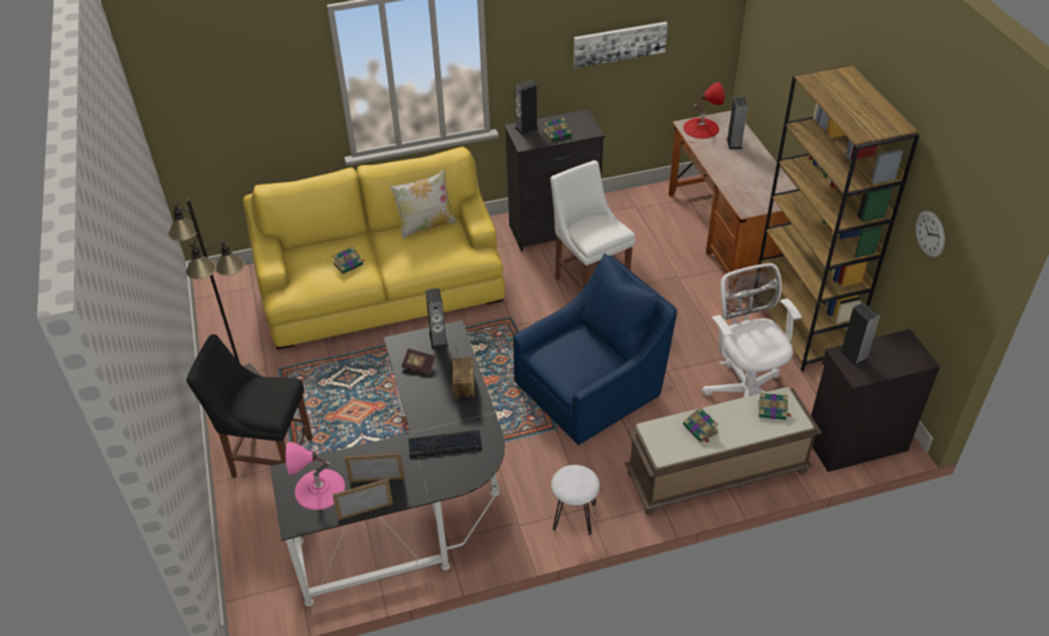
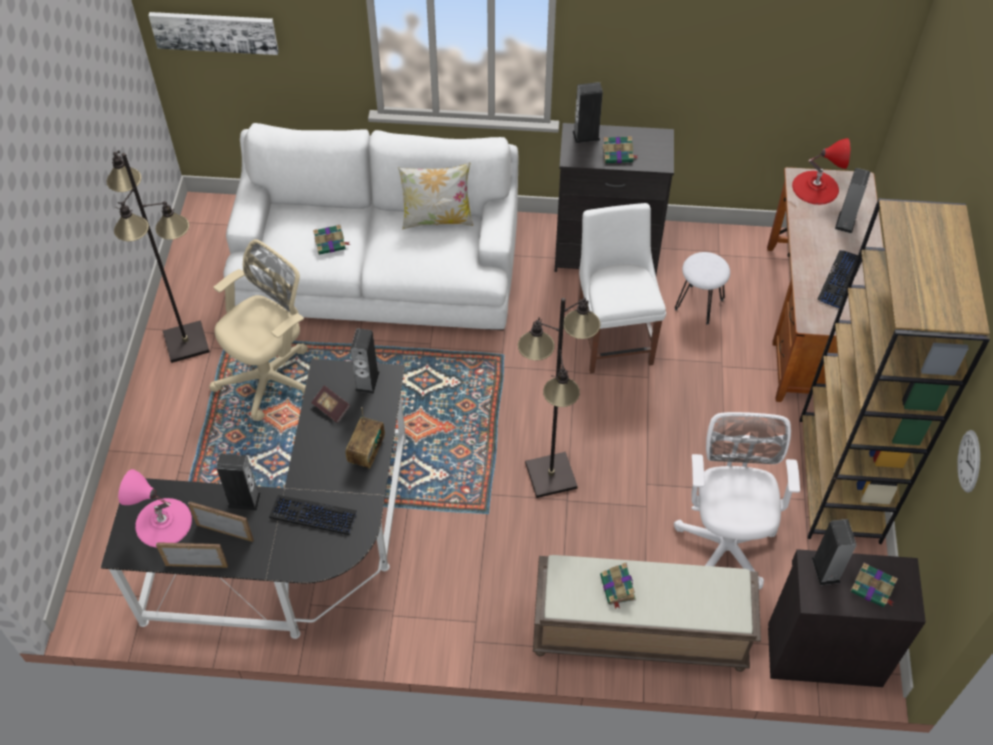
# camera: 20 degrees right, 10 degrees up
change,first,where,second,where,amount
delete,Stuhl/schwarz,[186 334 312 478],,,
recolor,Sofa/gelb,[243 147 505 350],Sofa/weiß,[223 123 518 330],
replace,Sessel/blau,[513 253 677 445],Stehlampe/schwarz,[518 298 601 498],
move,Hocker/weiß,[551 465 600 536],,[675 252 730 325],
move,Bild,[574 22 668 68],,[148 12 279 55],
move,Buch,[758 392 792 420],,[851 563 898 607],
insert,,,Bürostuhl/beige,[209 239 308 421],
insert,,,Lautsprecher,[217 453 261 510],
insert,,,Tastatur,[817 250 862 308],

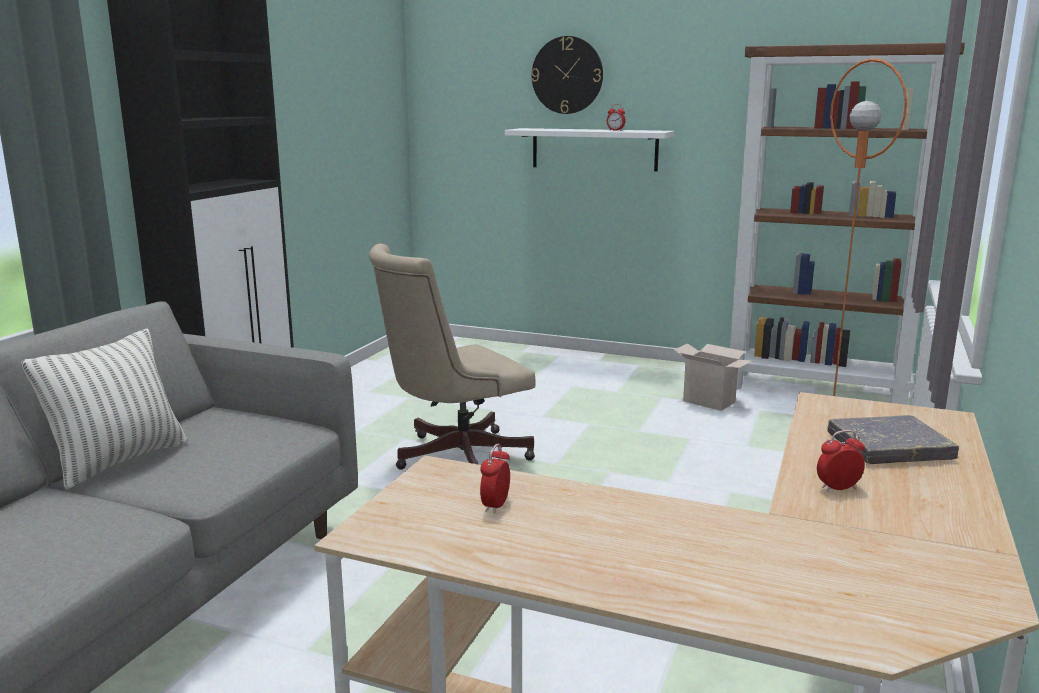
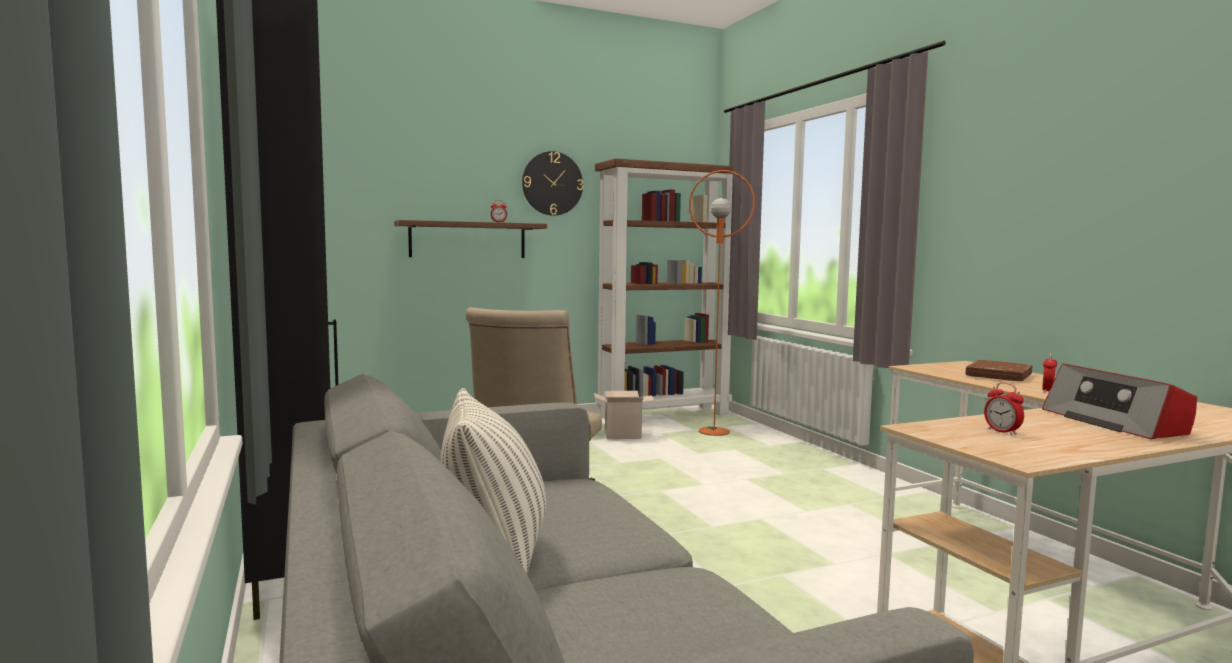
# camera: 45 degrees left, 10 degrees down
change,first,where,second,where,amount
recolor,Wandregal/weiß,[505 128 674 171],Wandregal/braun,[394 220 547 258],
move,Wanduhr,[531 36 603 114],,[522 151 583 216],
recolor,Buch/grau,[827 415 959 464],Buch/braun,[966 360 1032 381],
insert,,,Radio,[1042 364 1197 439],

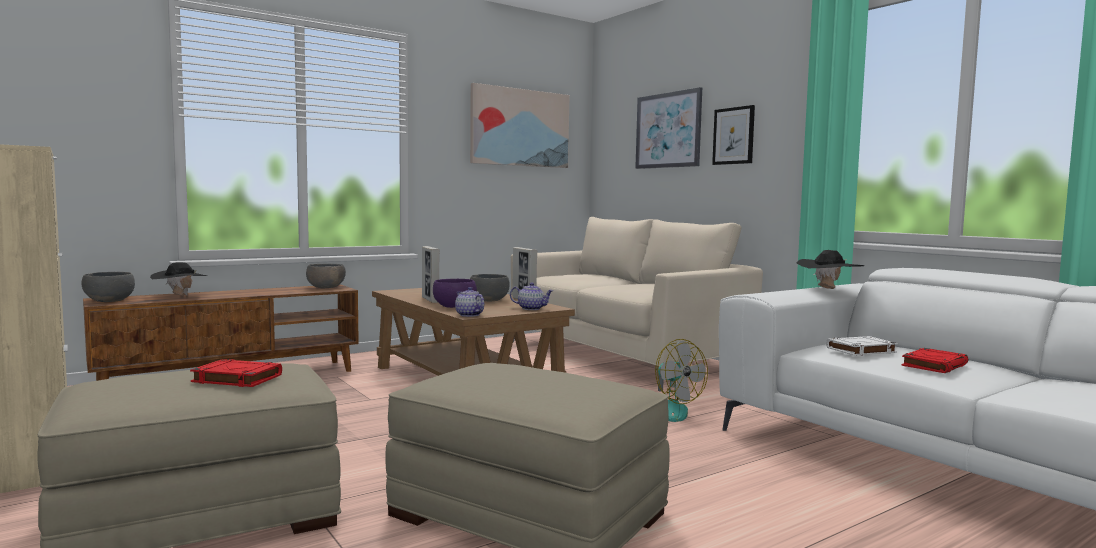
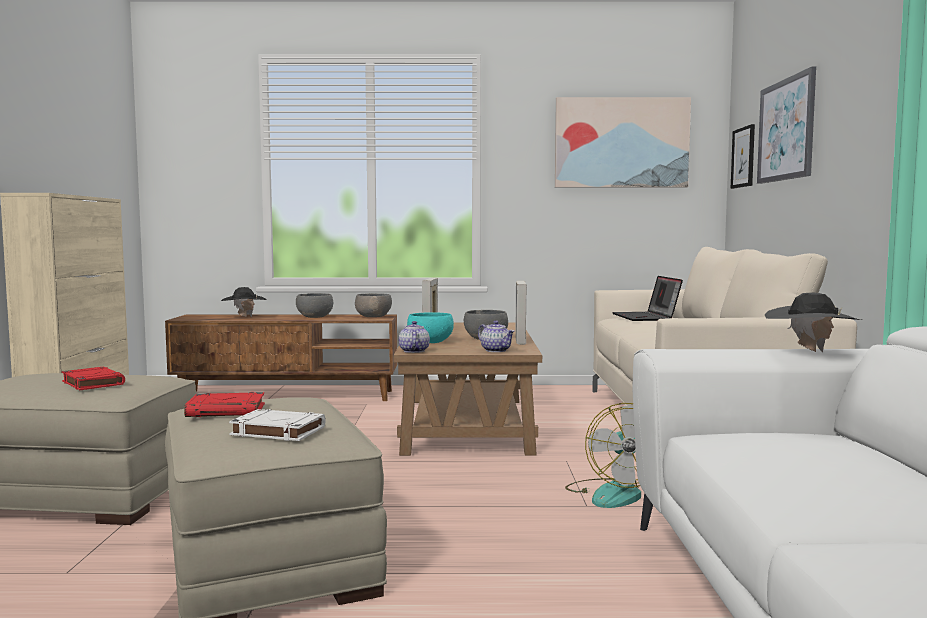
# camera: 35 degrees right, 0 degrees up
change,first,where,second,where,amount
move,Schüssel/grau,[81 272 135 302],,[296 293 333 318],
recolor,Schüssel/lila,[433 279 477 308],Schüssel/türkis,[407 312 454 343],
move,Bild,[712 105 755 165],,[731 124 755 189],
move,Buch/weiß,[826 336 898 356],,[229 409 326 441],
move,Buch/rot,[901 348 968 373],,[184 392 265 417],
insert,,,Laptop,[612 276 683 321],

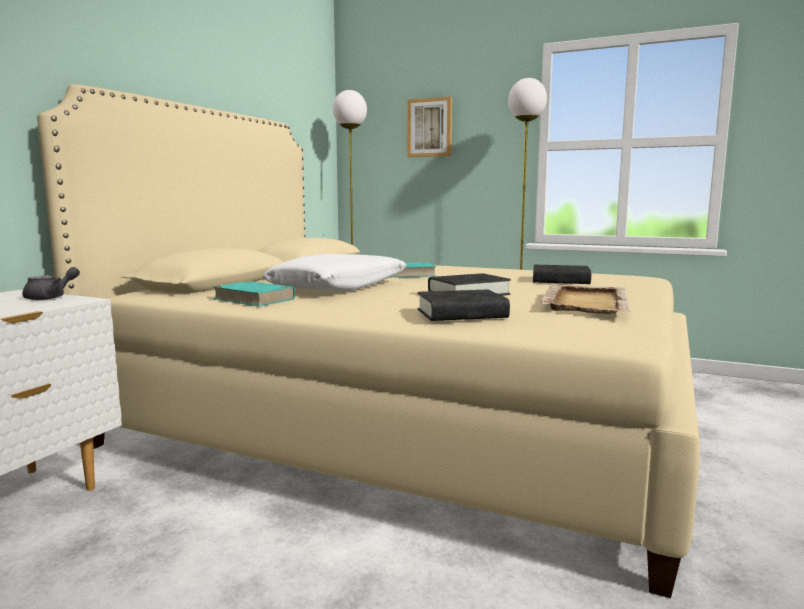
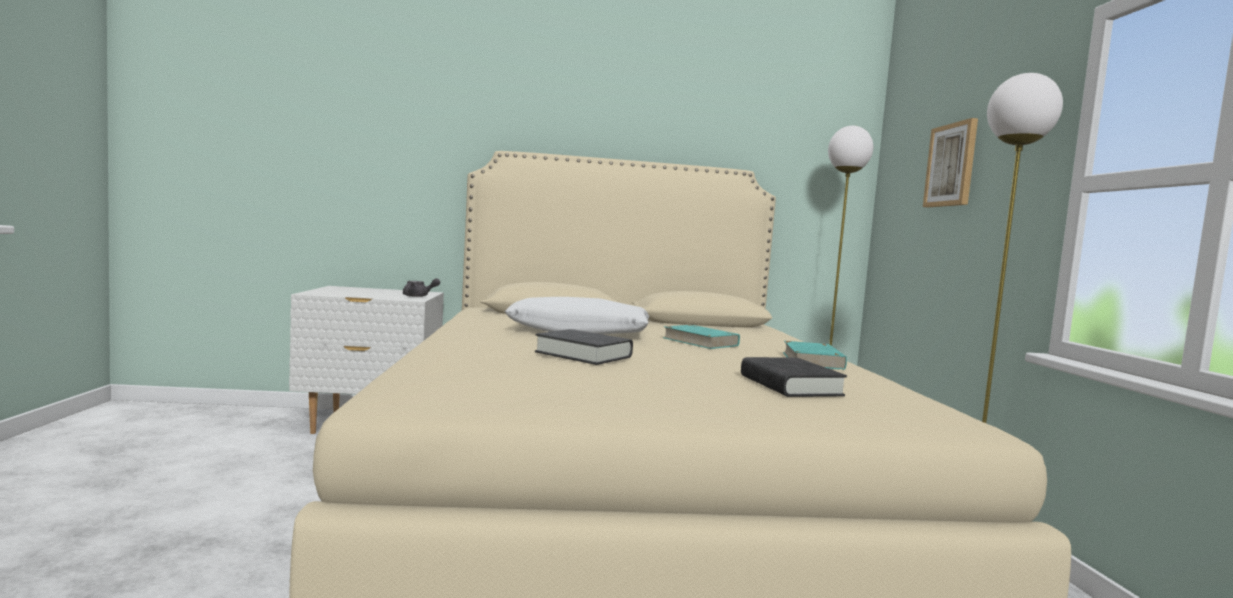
# camera: 60 degrees right, 5 degrees down
change,first,where,second,where,amount
move,Buch/türkis,[212 281 295 306],,[783 341 847 370],
delete,Buch/schwarz,[417 289 510 321],,,
delete,Tablett/beige,[541 284 631 314],,,

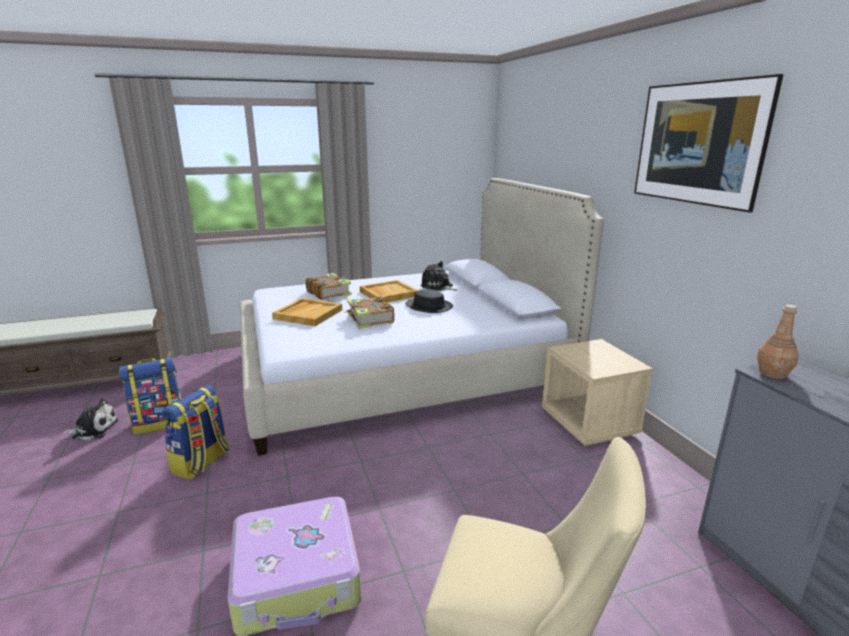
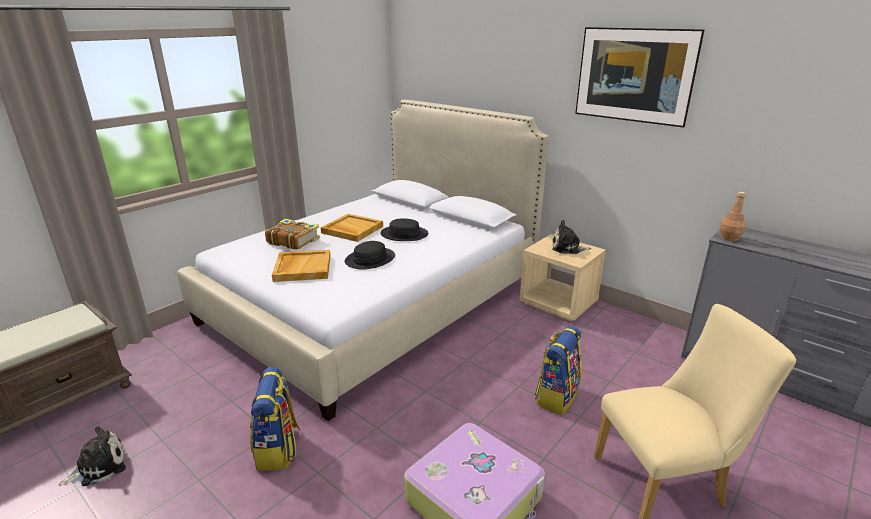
# camera: 30 degrees left, 5 degrees up
change,first,where,second,where,amount
move,Rucksack,[119 358 181 435],,[535 325 582 415],
replace,Buch,[345 296 395 329],Hut/schwarz,[345 241 395 270],
move,Plüschtier,[421 261 457 291],,[552 220 591 254],

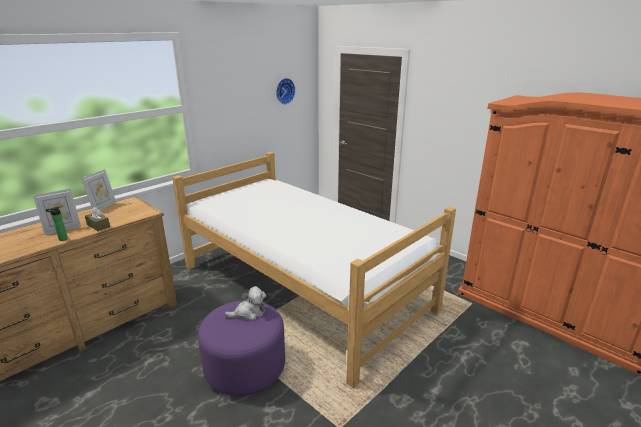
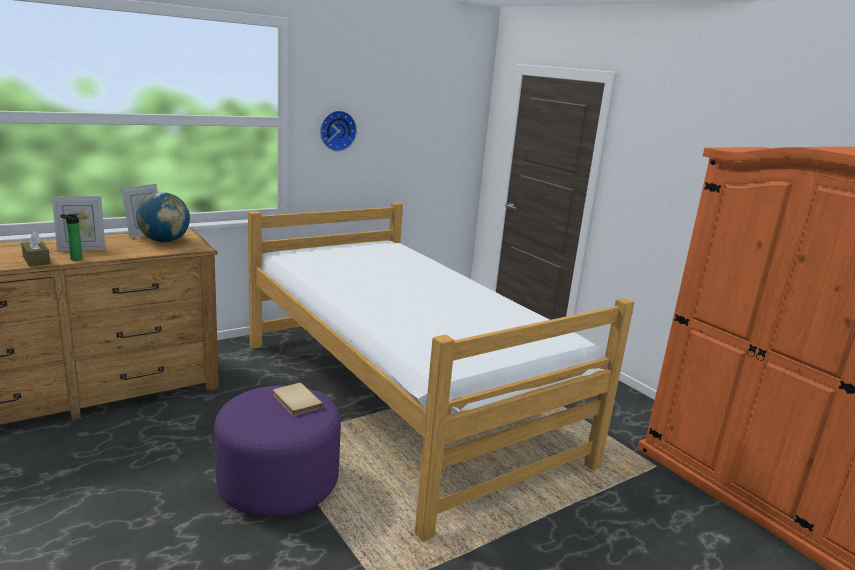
# camera: 10 degrees right, 5 degrees down
change,first,where,second,where,amount
move,Taschentuchbox/braun,[85 207 110 231],,[21 232 50 267],
replace,Plüschtier,[225 286 266 320],Buch/beige,[273 382 323 416],
move,Wanduhr,[276 78 295 104],,[320 111 357 152],
insert,,,Globus,[136 192 190 242],

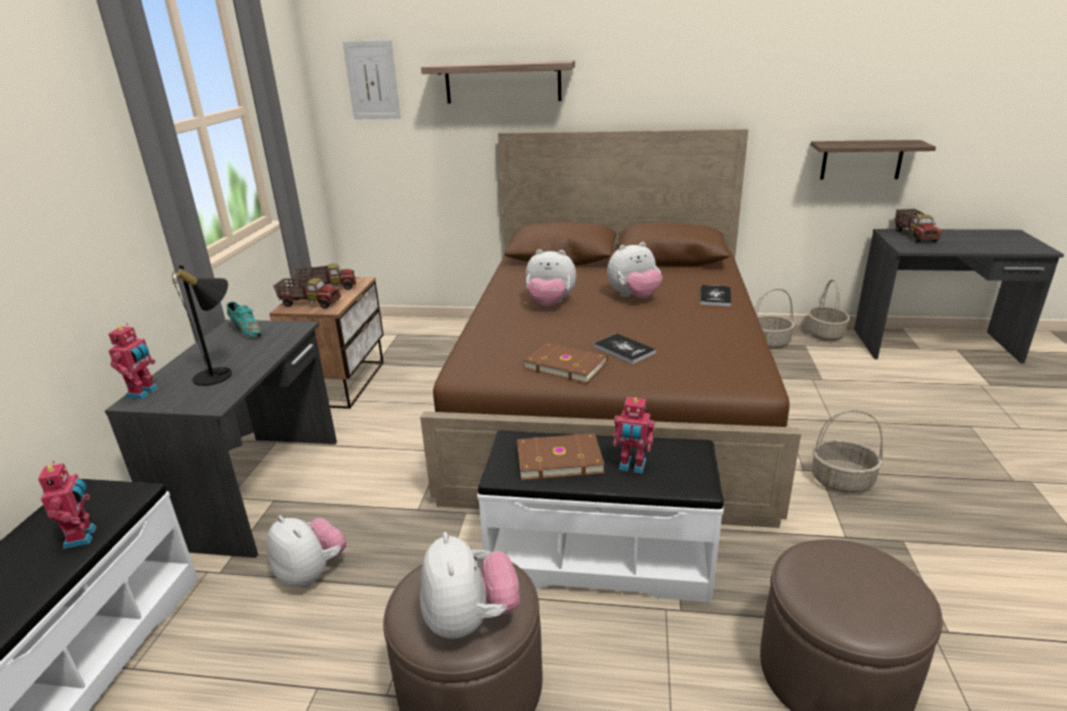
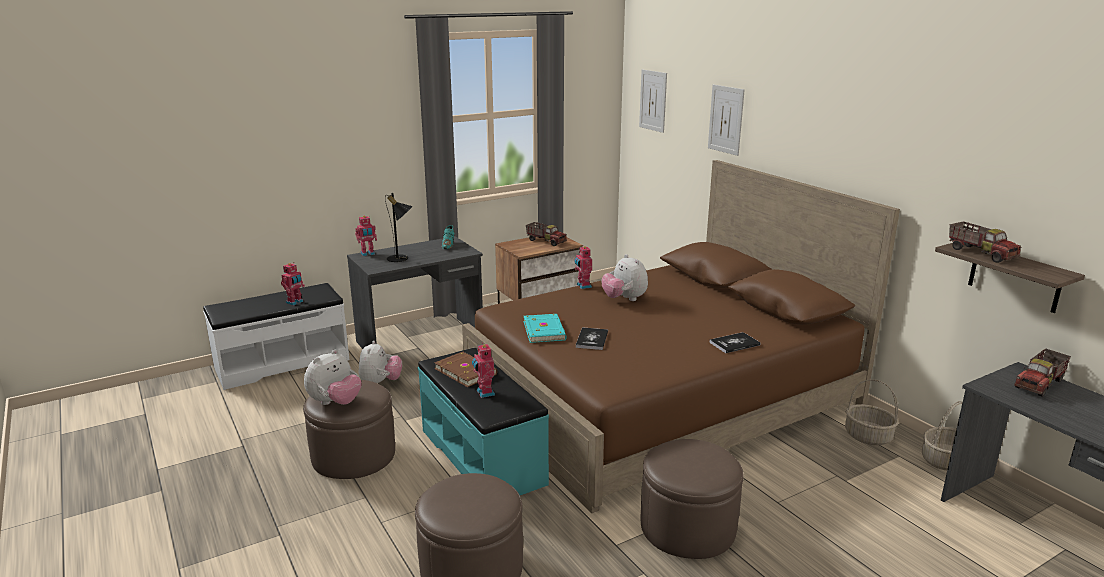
# camera: 50 degrees right, 5 degrees down
change,first,where,second,where,amount
move,Spielzeuglaster,[273 278 341 308],,[949 221 1022 263],
replace,Wandregal,[421 60 575 103],Bild,[708 85 745 156],
recolor,Bank/weiß,[477 430 724 603],Bank/türkis,[417 348 549 495],
recolor,Buch/braun,[524 342 608 384],Buch/türkis,[523 314 566 343],
delete,Plüschtier,[607 242 662 298],,,
replace,Korb,[812 410 883 493],Polsterhocker/braun,[641 439 744 559],
insert,,,Spielzeugroboter,[575 246 592 289],

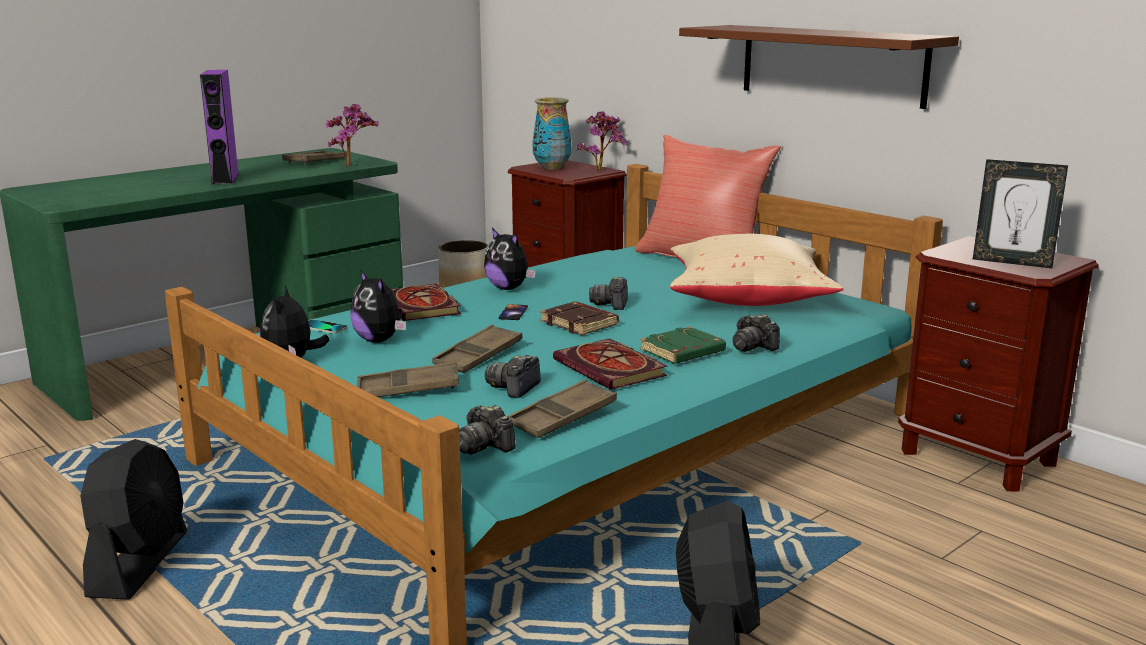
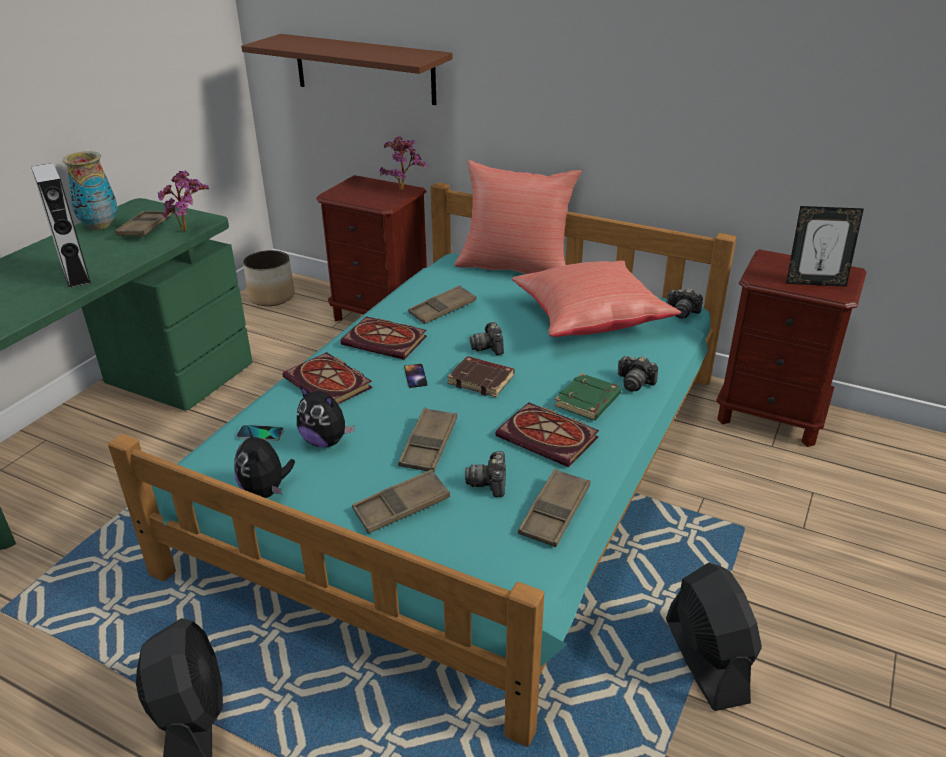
# camera: 20 degrees left, 15 degrees up
change,first,where,second,where,amount
recolor,Lautsprecher/lila,[200 70 239 184],Lautsprecher/grau,[31 163 91 288],
move,Kamera,[459 405 516 455],,[666 288 703 319],
replace,Plüschtier,[484 228 536 290],Buch,[341 316 427 360],
move,Vase,[532 97 571 170],,[62 151 118 230],
recolor,Kissen/beige,[670 234 843 306],Kissen/rot,[512 260 681 337],
move,Wandregal/braun,[679 25 959 109],,[241 34 452 105],
insert,,,Tablett/braun,[408 285 476 324],

